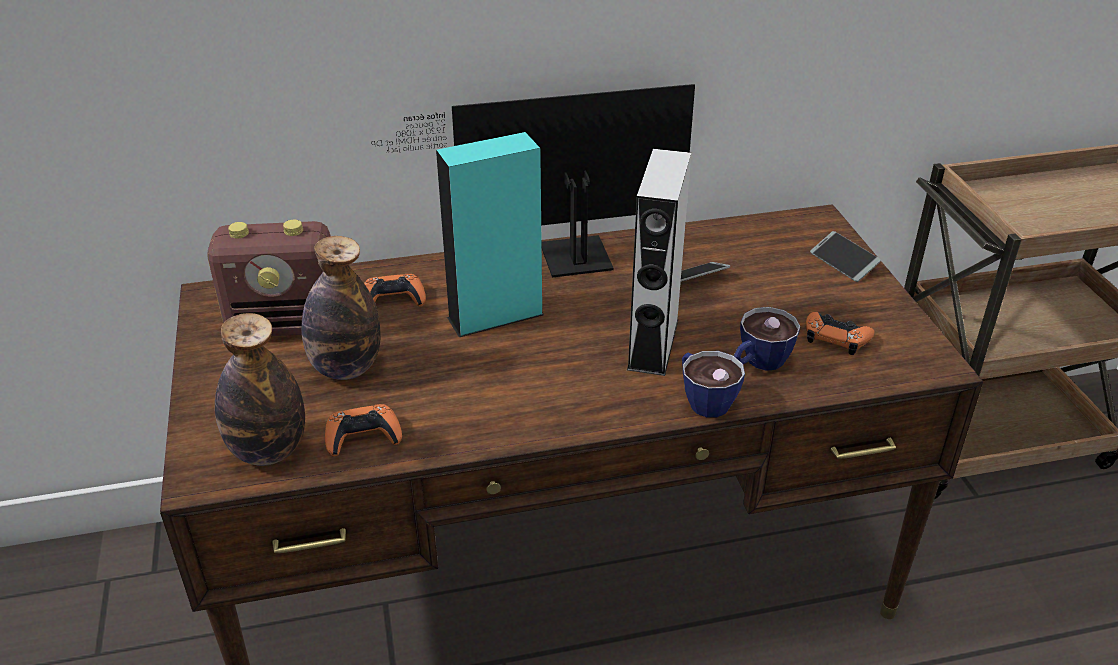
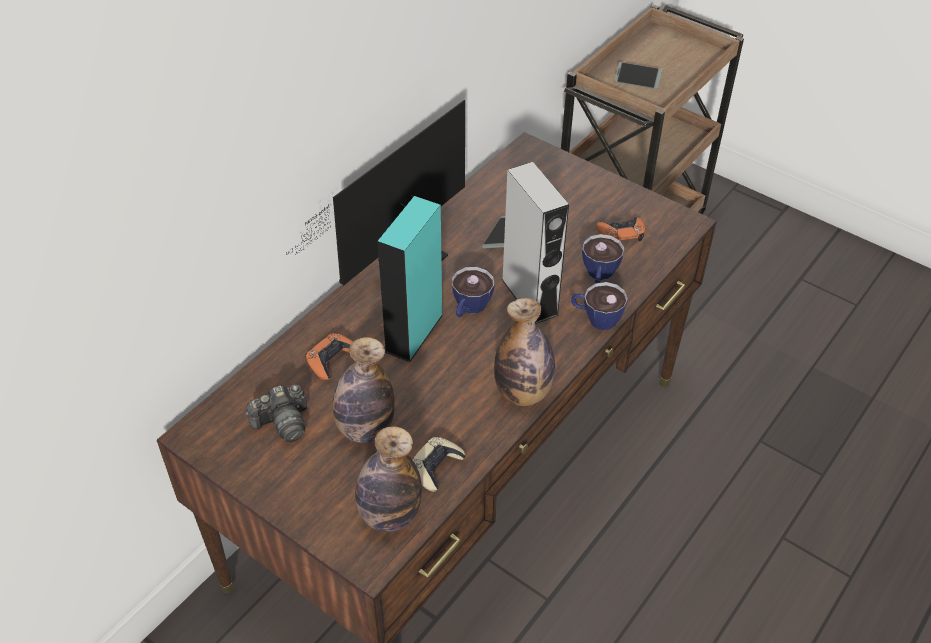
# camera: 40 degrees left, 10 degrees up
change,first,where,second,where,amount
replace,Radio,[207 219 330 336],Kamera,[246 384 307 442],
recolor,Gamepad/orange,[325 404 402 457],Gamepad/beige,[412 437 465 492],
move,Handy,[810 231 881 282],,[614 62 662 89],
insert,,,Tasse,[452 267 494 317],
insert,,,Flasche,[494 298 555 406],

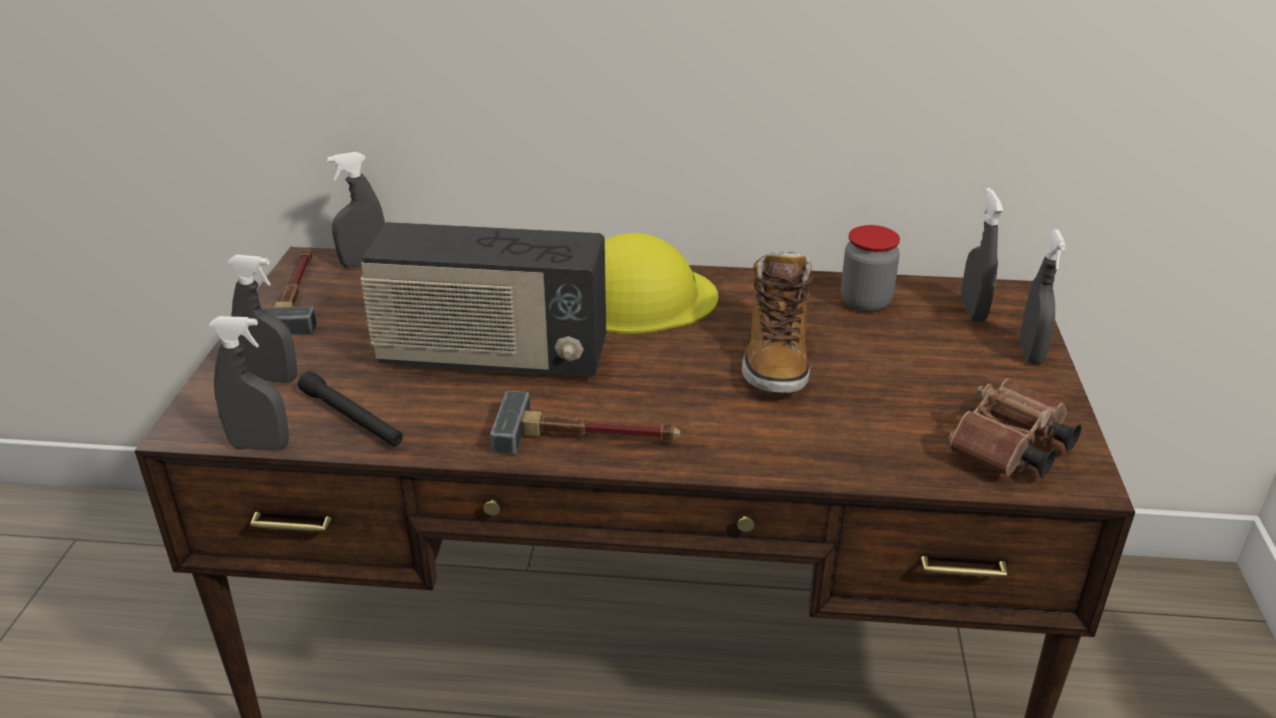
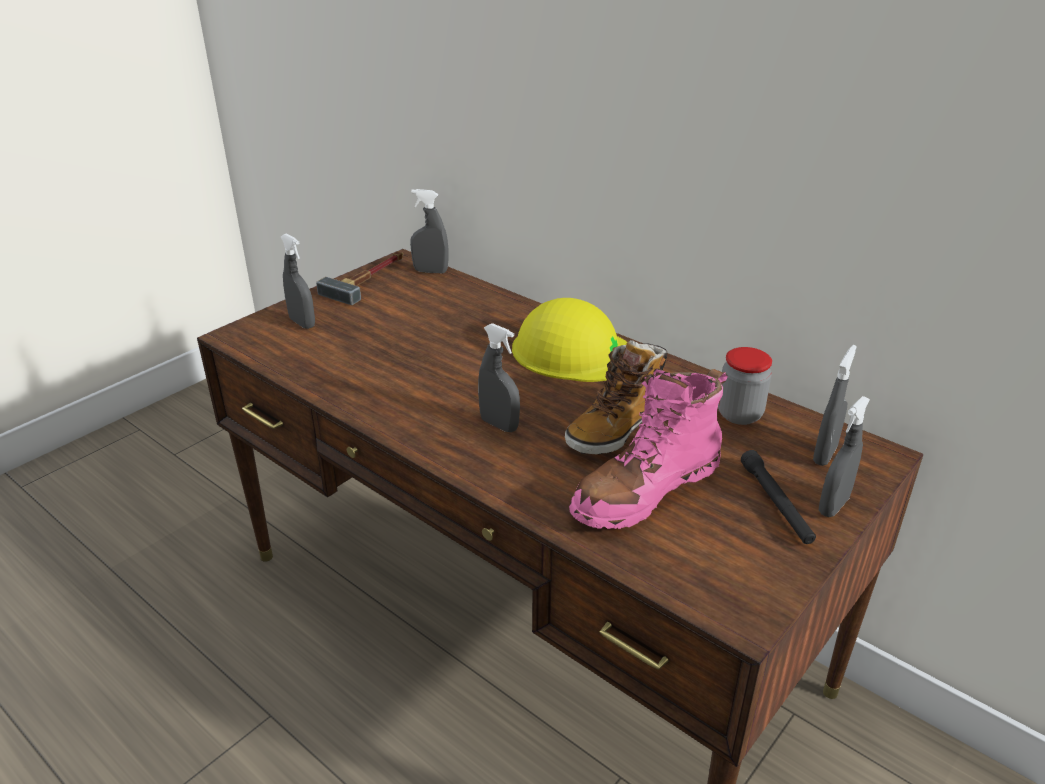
# camera: 35 degrees right, 0 degrees up
change,first,where,second,where,amount
move,Sprühflasche/grau,[208 316 289 451],,[478 323 520 432],
move,Taschenlampe/schwarz,[298 371 403 446],,[741 450 816 544],
delete,Radio,[360 222 606 377],,,
delete,Hammer,[490 391 680 455],,,
delete,Fernglas/braun,[947 378 1082 478],,,
insert,,,Stiefel/rosa,[569 368 728 529],

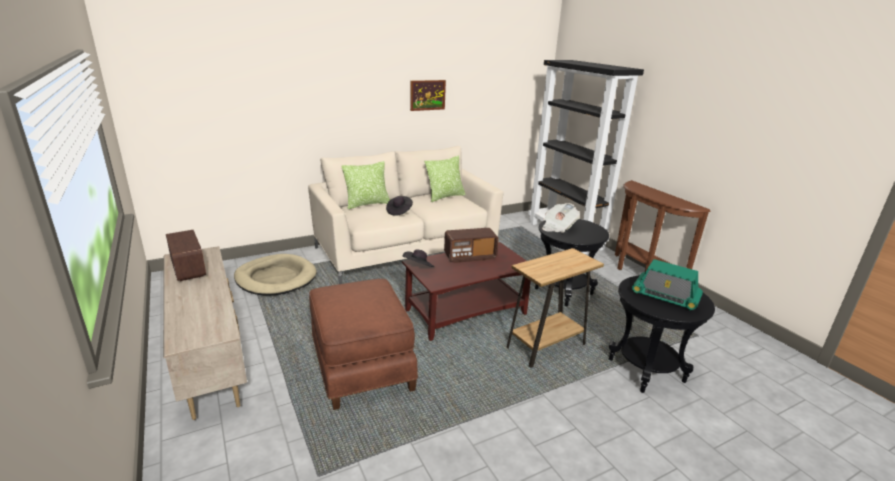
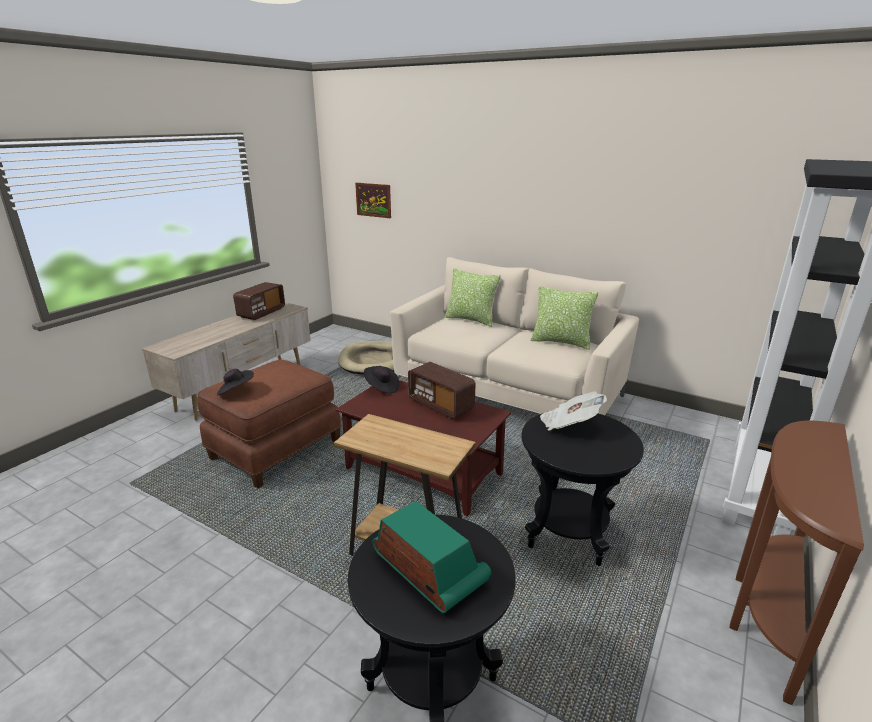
# camera: 60 degrees right, 0 degrees up
change,first,where,second,where,amount
move,Hut/schwarz,[386 196 413 216],,[217 369 254 395],
move,Bild,[410 80 446 111],,[355 183 391 218],
rotate,Radio,[632 259 703 311],,[373 501 491 613],135 degrees clockwise

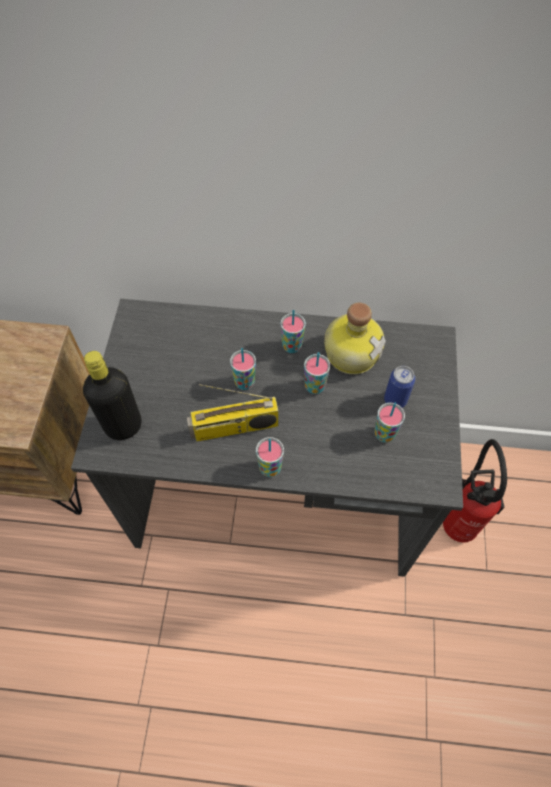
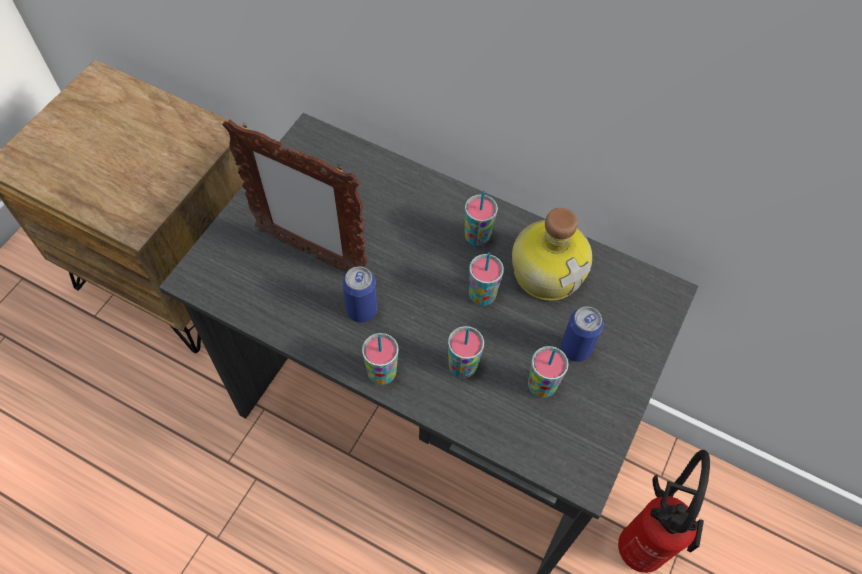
# camera: 20 degrees right, 0 degrees up
change,first,where,second,where,amount
delete,Flasche/schwarz,[83 351 142 440],,,
replace,Radio,[187 384 279 442],Dose,[343 266 377 322],
move,Tasse,[230 348 256 390],,[448 326 484 378],
insert,,,Bilderrahmen,[222 119 367 272],

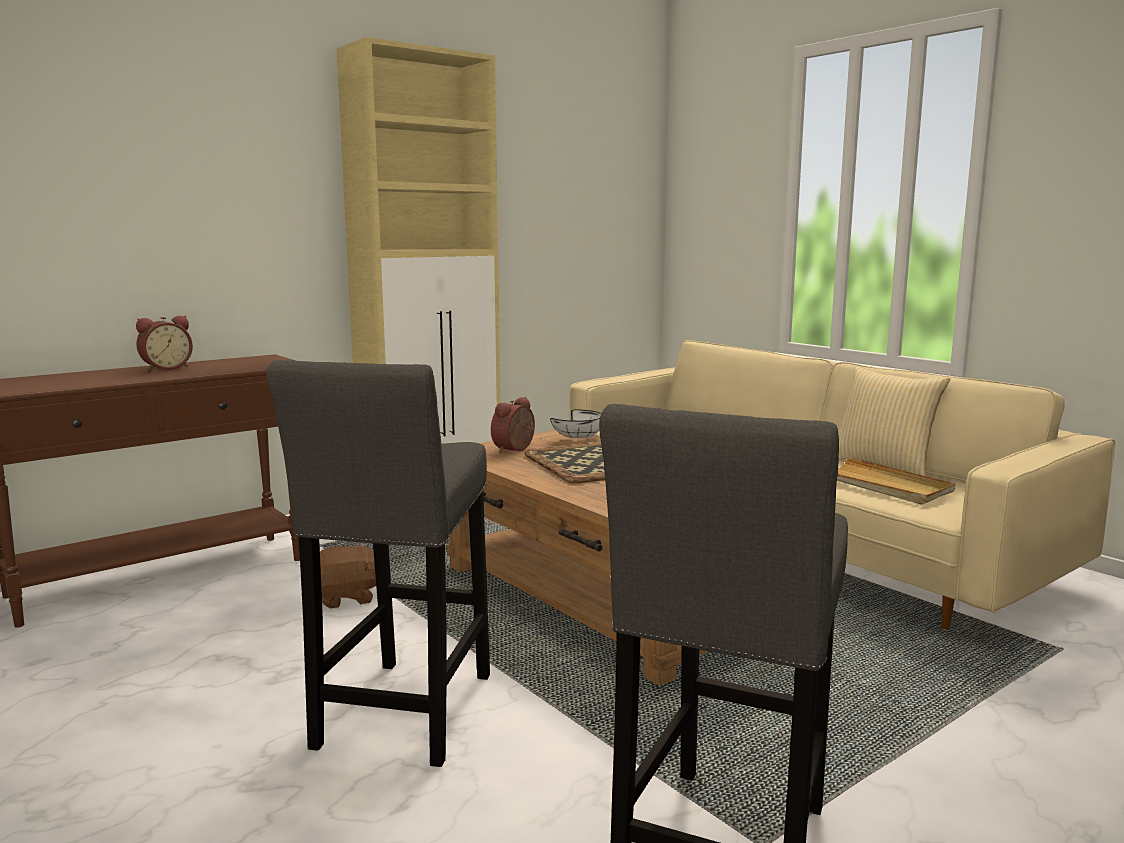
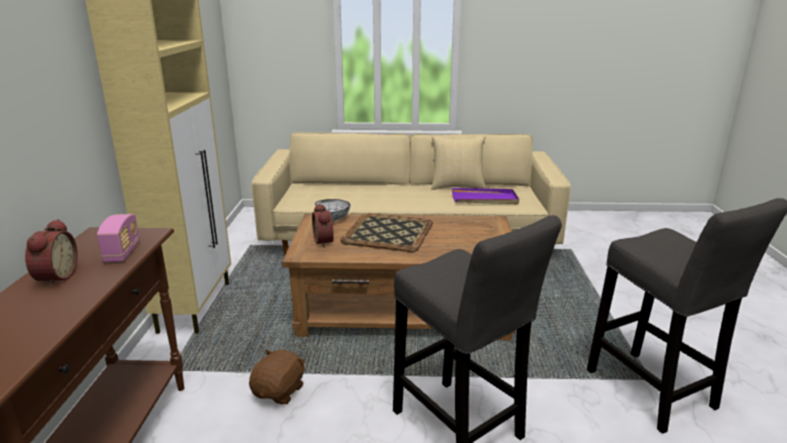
# camera: 50 degrees left, 10 degrees up
change,first,where,second,where,amount
recolor,Tablett/beige,[837 457 955 505],Tablett/lila,[452 188 519 204],
insert,,,Radio,[97 214 140 262],

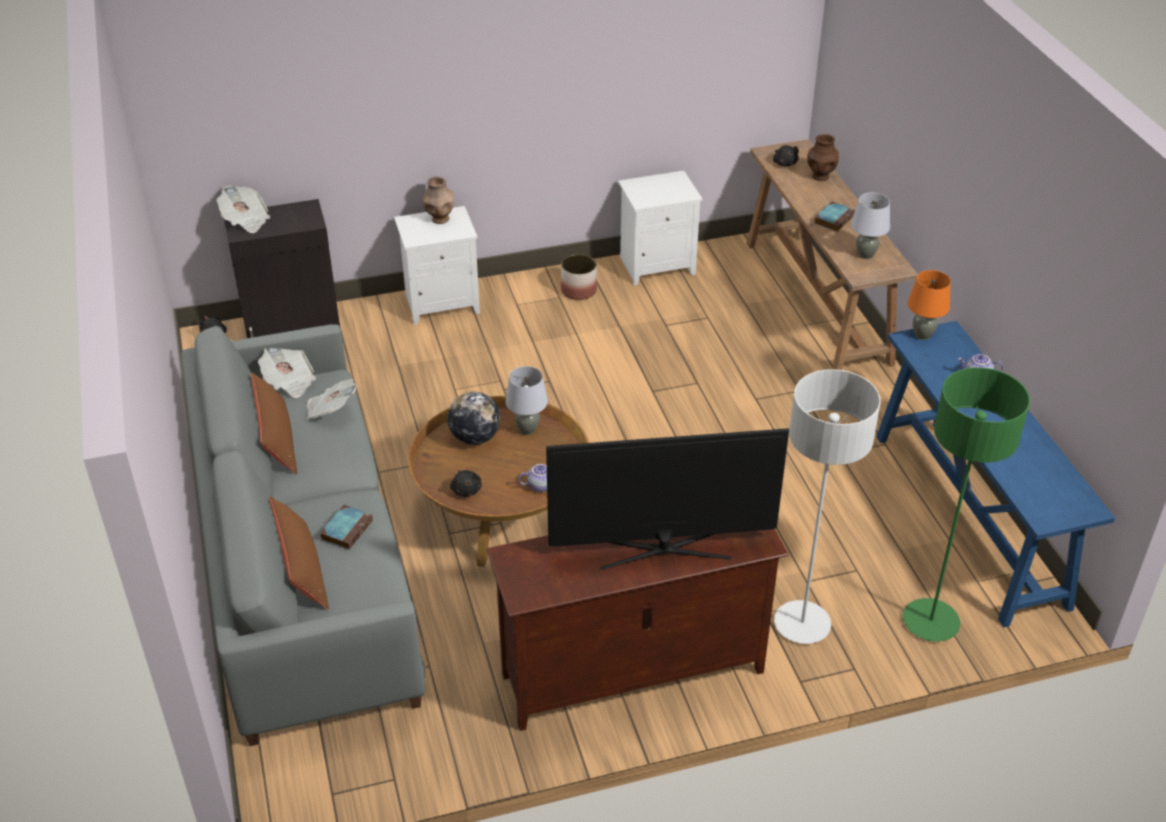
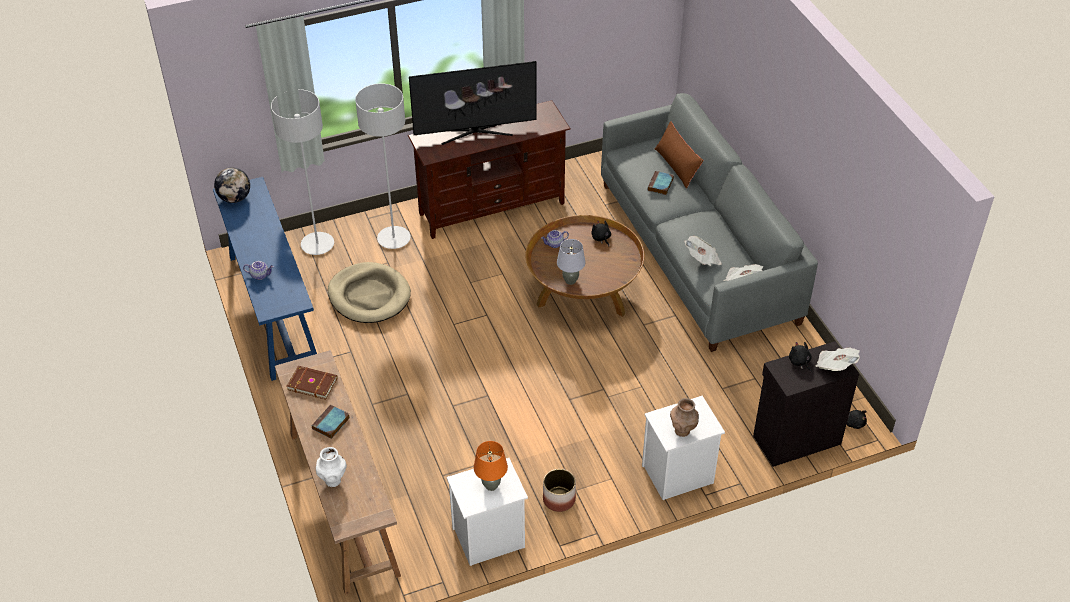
# camera: 175 degrees right, 5 degrees up
change,first,where,second,where,amount
delete,Kissen/braun,[251 372 297 475],,,
move,Globus,[447 392 500 445],,[214 168 250 203],
move,Plüschtier/schwarz,[773 145 799 166],,[789 342 812 373],
recolor,Vase/braun,[807 134 839 181],Vase/weiß,[316 447 347 487],
replace,Tischlampe/grau,[851 193 890 259],Buch/braun,[287 366 338 400],
recolor,Stehlampe/grün,[903 367 1030 642],Stehlampe/grau,[271 89 334 255],
move,Tischlampe/orange,[907 270 951 340],,[474 441 508 491],
insert,,,Hundebett/beige,[328 262 411 323],

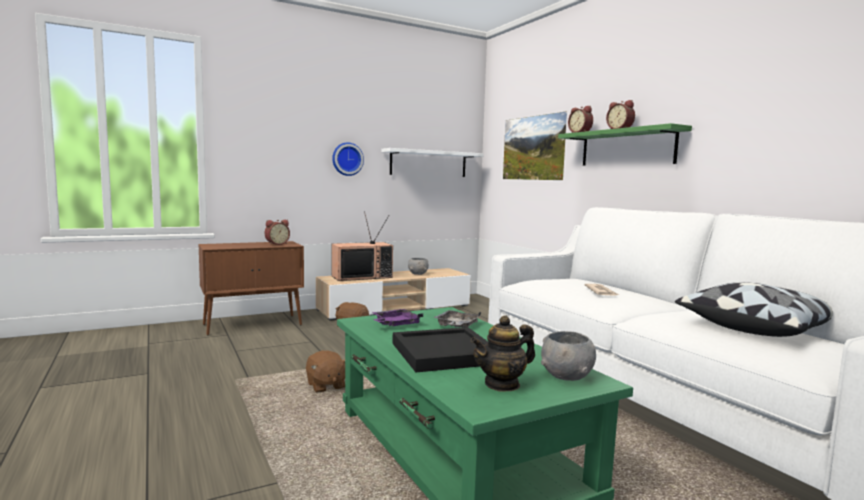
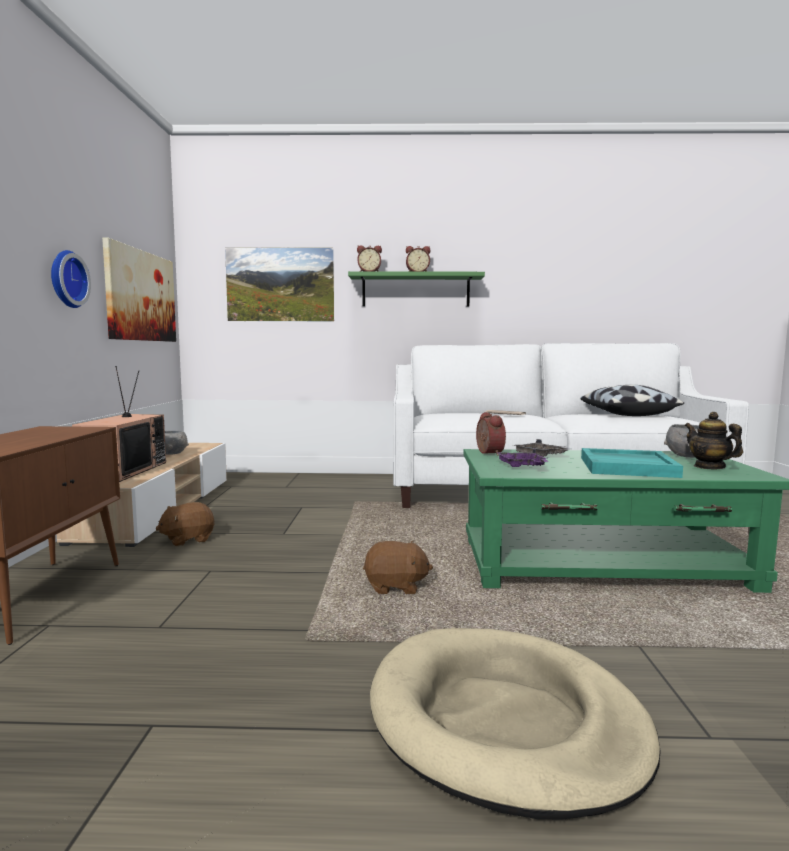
# camera: 60 degrees left, 0 degrees up
change,first,where,second,where,amount
move,Wecker,[265 220 290 245],,[476 412 506 456],
replace,Wandregal/weiß,[381 148 484 177],Bild,[102 237 176 342],
recolor,Tablett/schwarz,[392 327 488 372],Tablett/türkis,[581 448 683 478],
rotate,Teekanne,[471 315 535 392],,[685 412 743 469],150 degrees clockwise
insert,,,Hundebett/beige,[370 628 661 819],

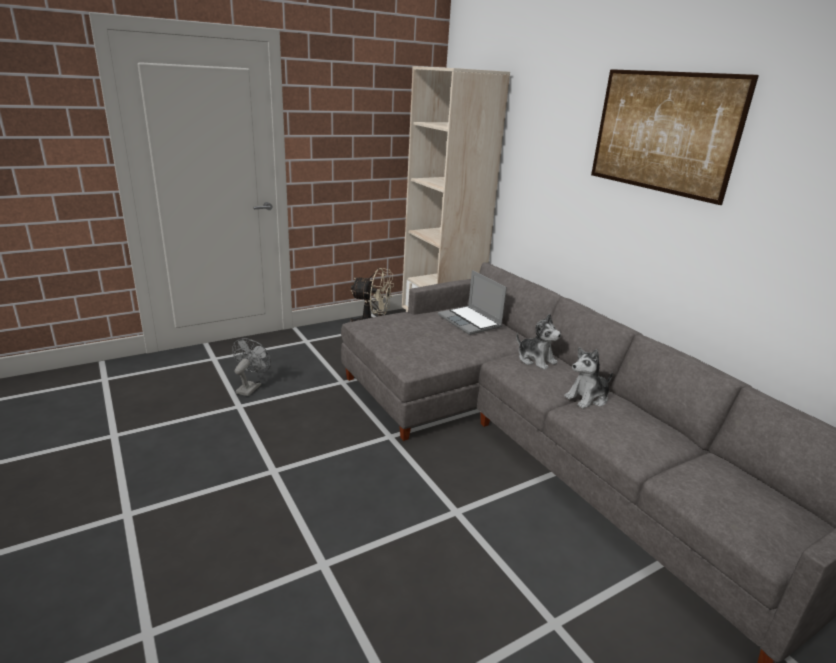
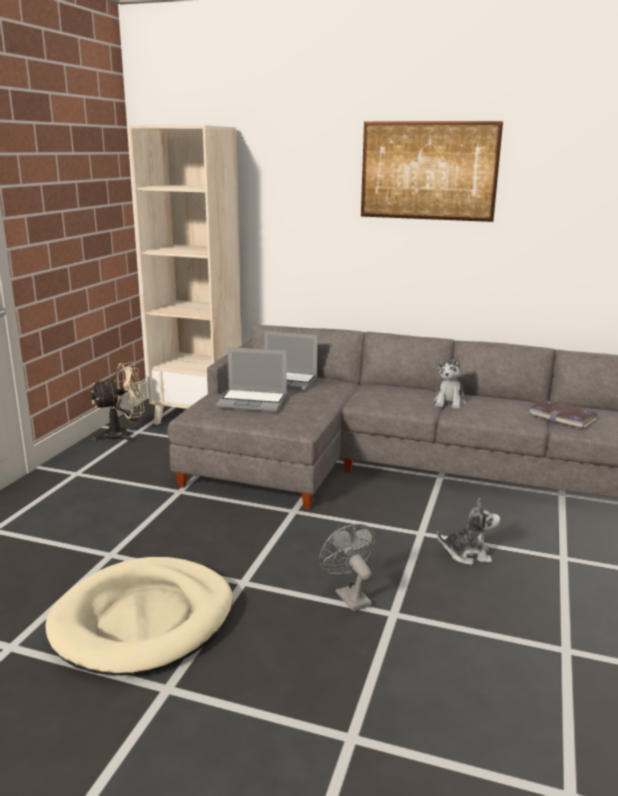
# camera: 40 degrees left, 5 degrees down
change,first,where,second,where,amount
move,Ventilator/grau,[232 338 271 396],,[319 524 375 611],
move,Plüschtier,[516 314 561 370],,[437 498 501 565],
insert,,,Hundebett/beige,[45 557 233 675],
insert,,,Laptop,[216 347 287 412],
insert,,,Buch,[529 400 597 429],

